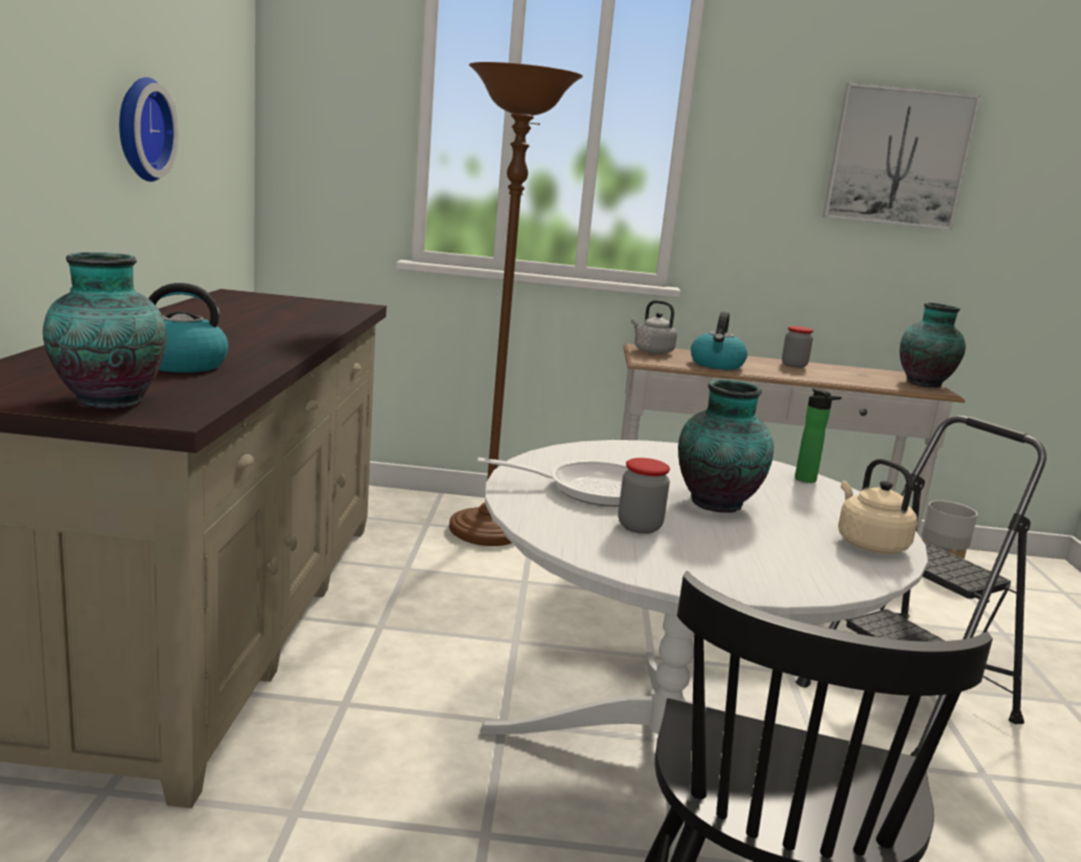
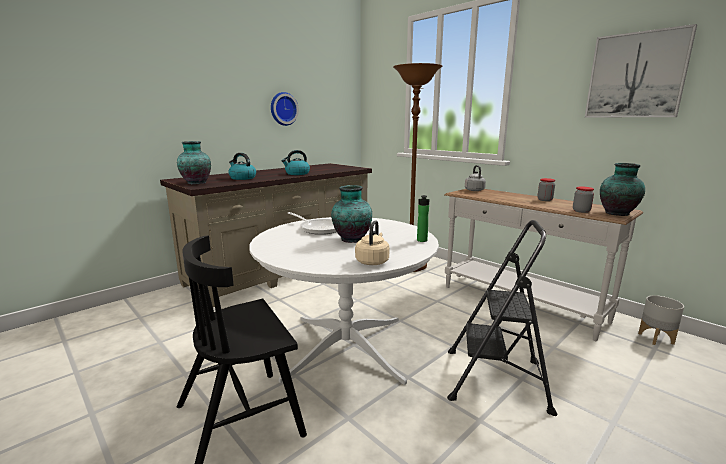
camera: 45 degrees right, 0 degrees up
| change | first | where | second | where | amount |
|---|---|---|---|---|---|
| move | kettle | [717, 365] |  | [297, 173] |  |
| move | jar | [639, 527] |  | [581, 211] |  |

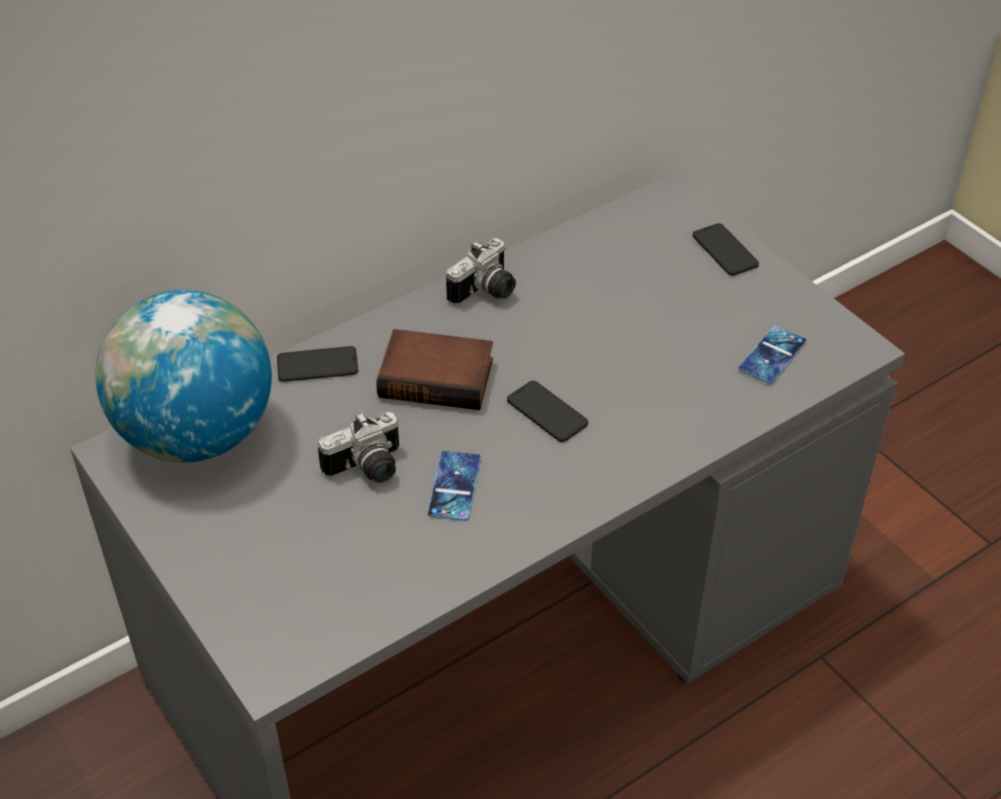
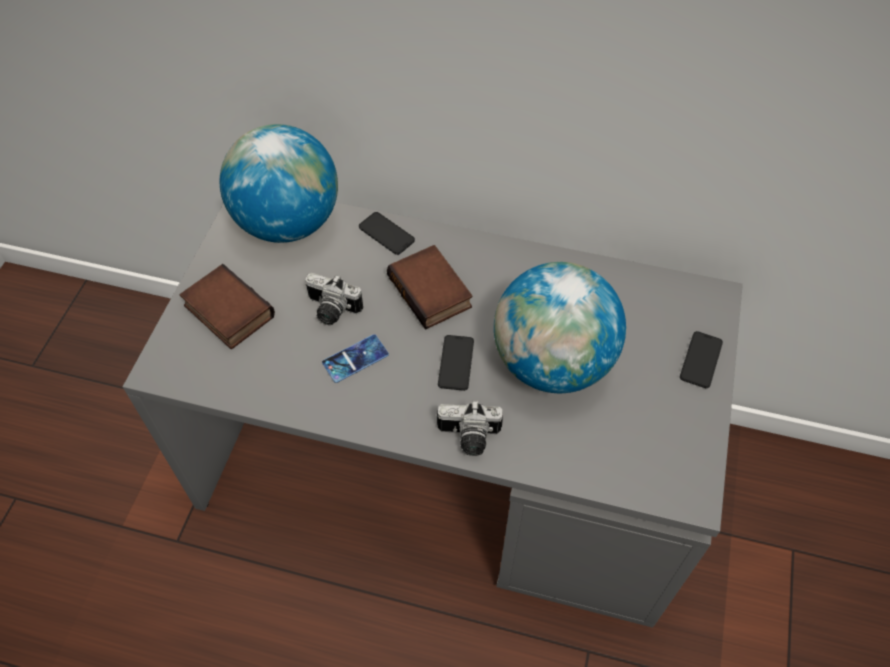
camera: 50 degrees right, 10 degrees up
| change | first | where | second | where | amount |
|---|---|---|---|---|---|
| move | photo camera | [486, 292] |  | [468, 438] |  |
| delete | phone | [772, 355] |  |  |  |
| insert |  |  | globe | [552, 363] |  |
| insert |  |  | book | [226, 312] |  |

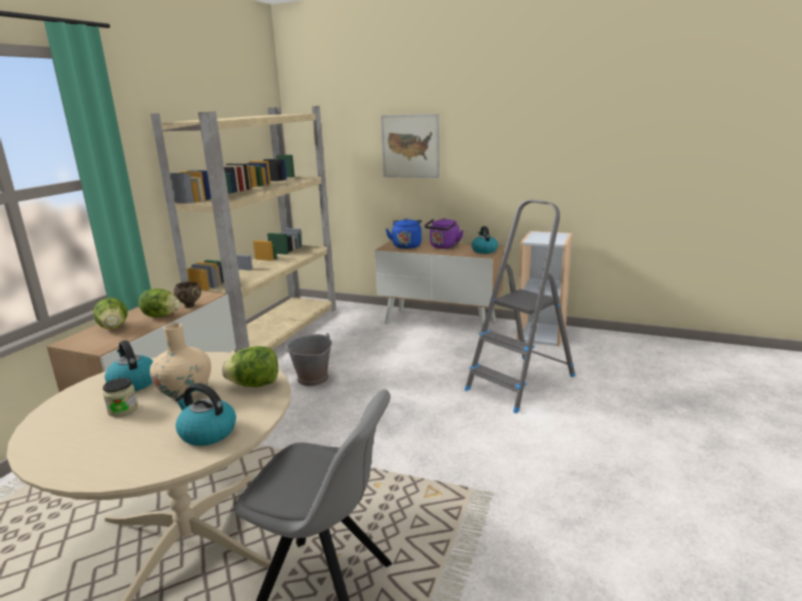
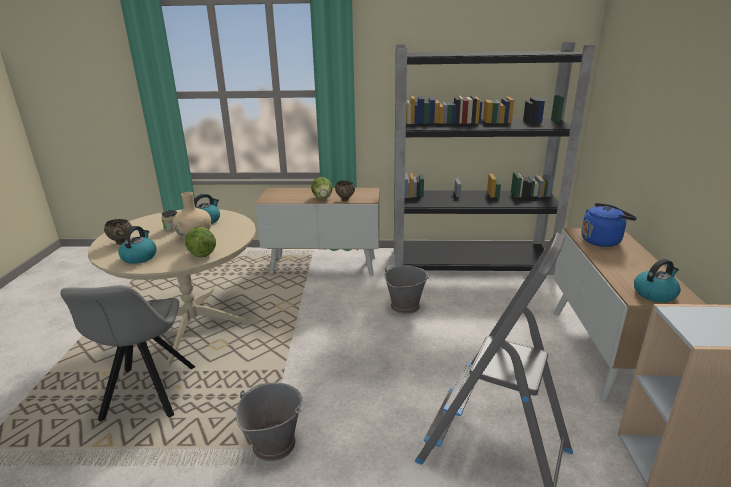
camera: 70 degrees right, 5 degrees up
| change | first | where | second | where | amount |
|---|---|---|---|---|---|
| recolor | beige bookcase | [273, 333] | black bookcase | [470, 262] |  |
| delete | picture | [410, 146] |  |  |  |
| delete | purple kettle | [443, 247] |  |  |  |
| delete | lettuce | [114, 327] |  |  |  |
| insert |  |  | brown bowl | [122, 243] |  |
| insert |  |  | grey bucket | [273, 443] |  |

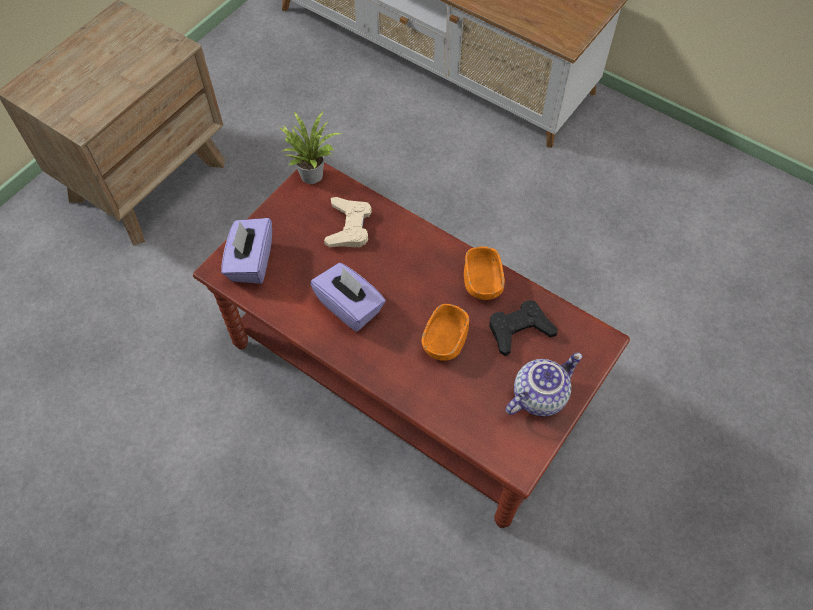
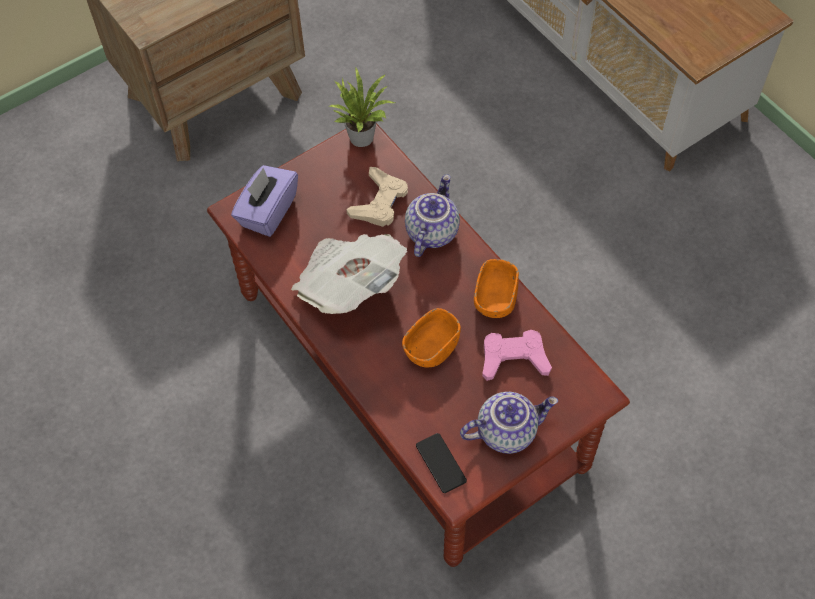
camera: 20 degrees right, 0 degrees up
| change | first | where | second | where | amount |
|---|---|---|---|---|---|
| replace | purple tissue box | [350, 306] | newspaper | [349, 285] |  |
| recolor | black game controller | [519, 330] | pink game controller | [513, 358] |  |
| insert |  |  | teapot | [430, 231] |  |
| insert |  |  | phone | [441, 463] |  |

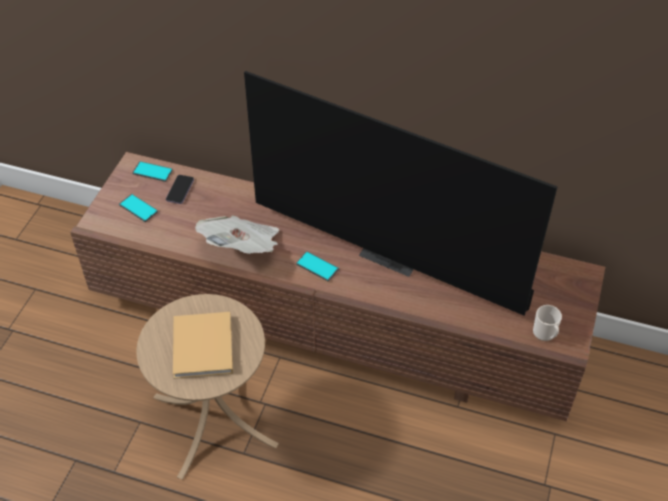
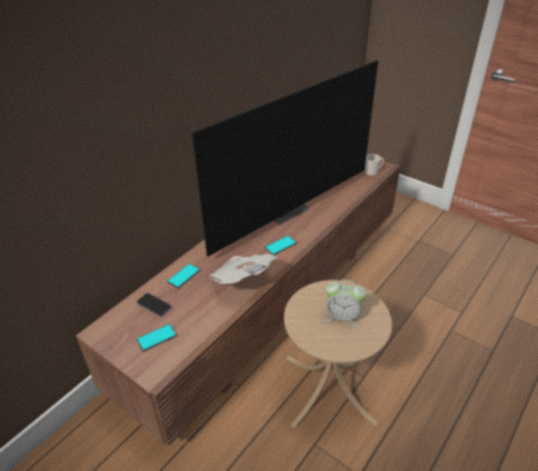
camera: 70 degrees left, 10 degrees down
| change | first | where | second | where | amount |
|---|---|---|---|---|---|
| move | phone | [152, 172] |  | [183, 276] |  |
| replace | beige book | [203, 349] | alarm clock | [342, 316] |  |

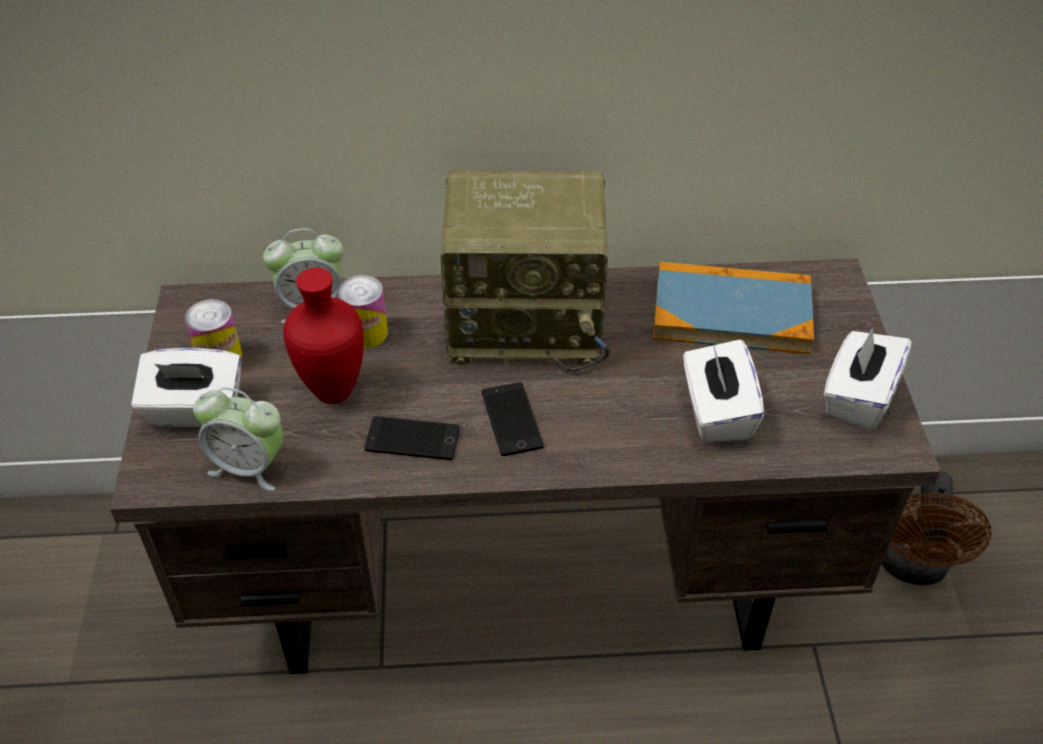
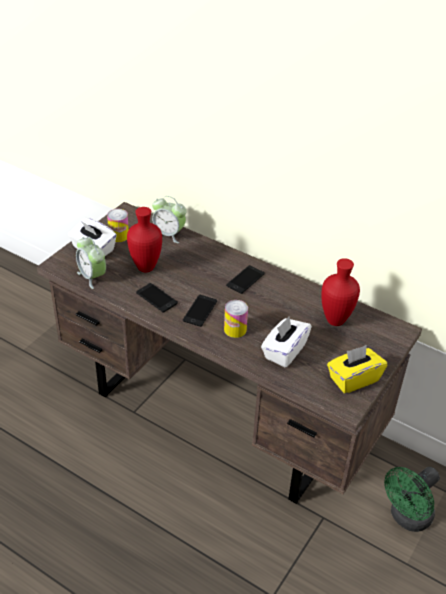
camera: 35 degrees right, 5 degrees down
| change | first | where | second | where | amount |
|---|---|---|---|---|---|
| replace | radio | [528, 320] | phone | [245, 280] |  |
| replace | book | [731, 313] | red vase | [335, 320] |  |
| move | can | [366, 333] |  | [235, 329] |  |
| recolor | white tissue box | [858, 397] | yellow tissue box | [353, 379] |  |
| recolor | brown fan | [913, 567] | green fan | [407, 518] |  |

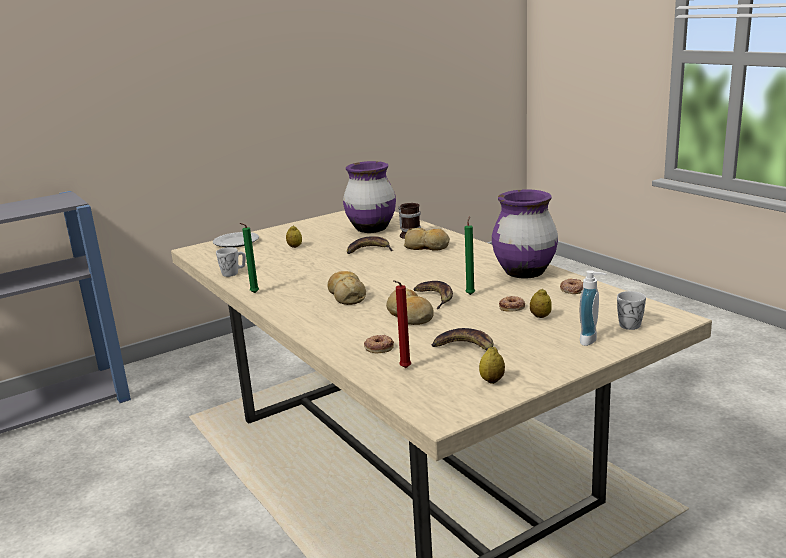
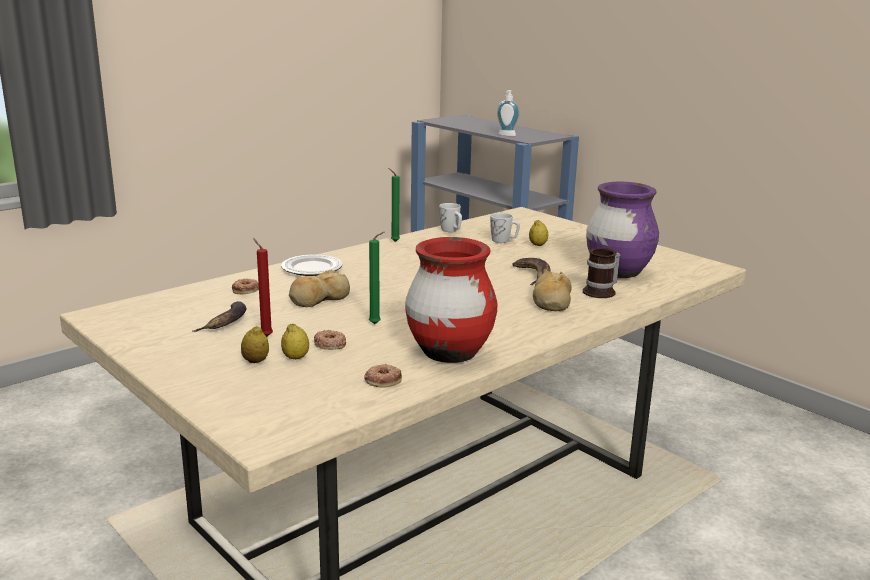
camera: 80 degrees right, 0 degrees up
| change | first | where | second | where | amount |
|---|---|---|---|---|---|
| recolor | purple vase | [524, 273] | red vase | [449, 353] |  |
| move | plate | [235, 242] |  | [311, 268] |  |
| move | soap dispenser | [591, 340] |  | [506, 135] |  |
| delete | bread | [347, 295] |  |  |  |
| move | red candle | [404, 369] |  | [265, 336] |  |
| delete | banana | [435, 298] |  |  |  |
| move | white mug | [630, 323] |  | [504, 241] |  |
| move | lemon | [492, 380] |  | [255, 361] |  |

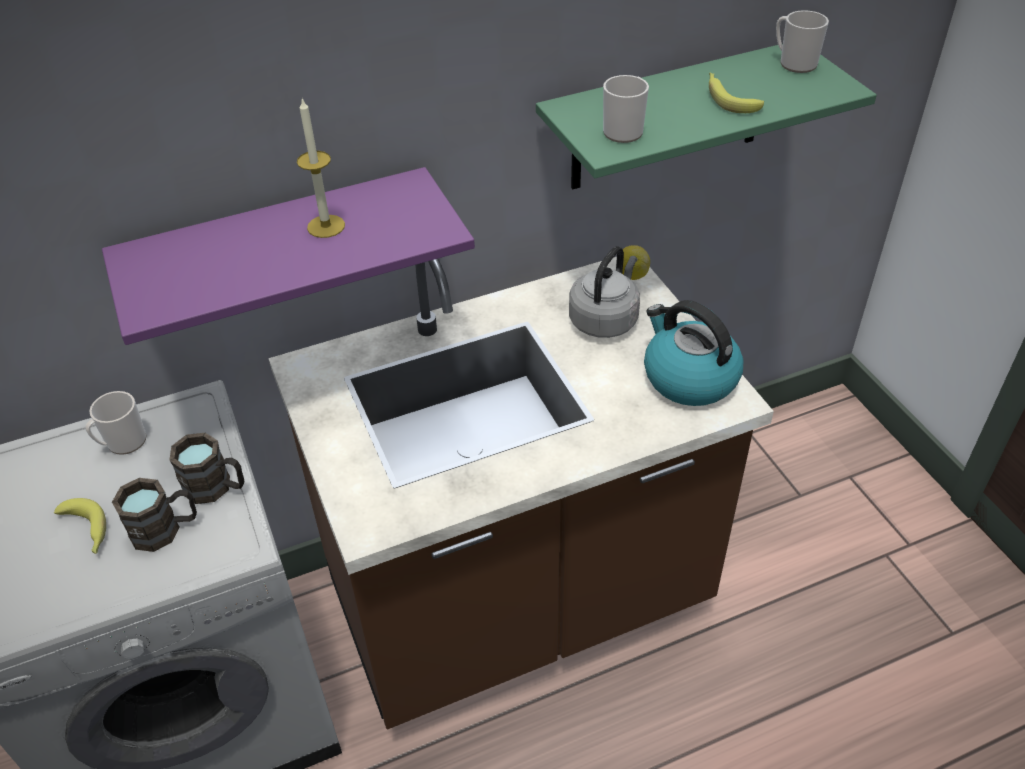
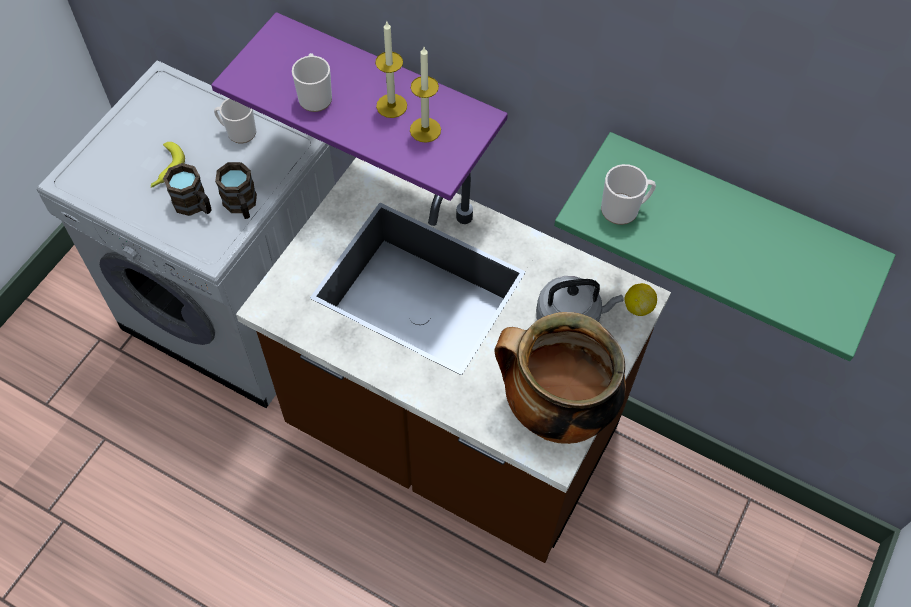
camera: 50 degrees right, 15 degrees up
| change | first | where | second | where | amount |
|---|---|---|---|---|---|
| move | mug | [794, 63] |  | [315, 96] |  |
| delete | banana | [728, 98] |  |  |  |
| replace | kettle | [688, 377] | cooking pot | [554, 410] |  |
| insert |  |  | candle | [425, 130] |  |

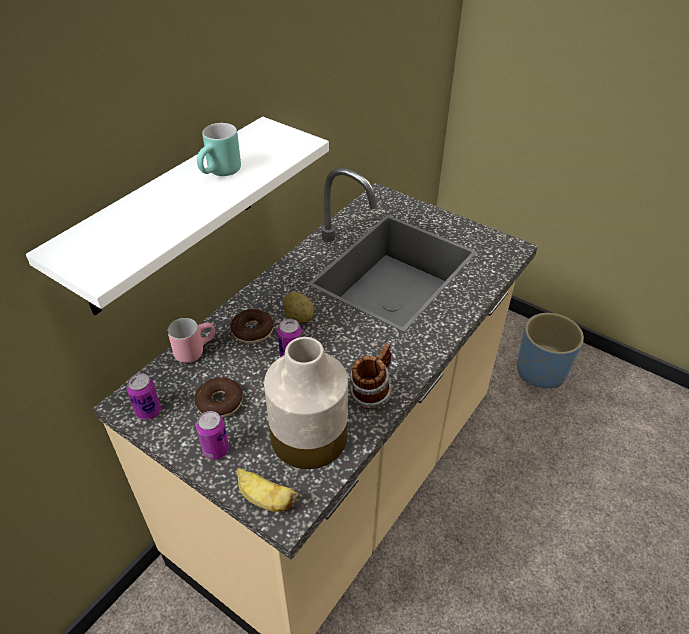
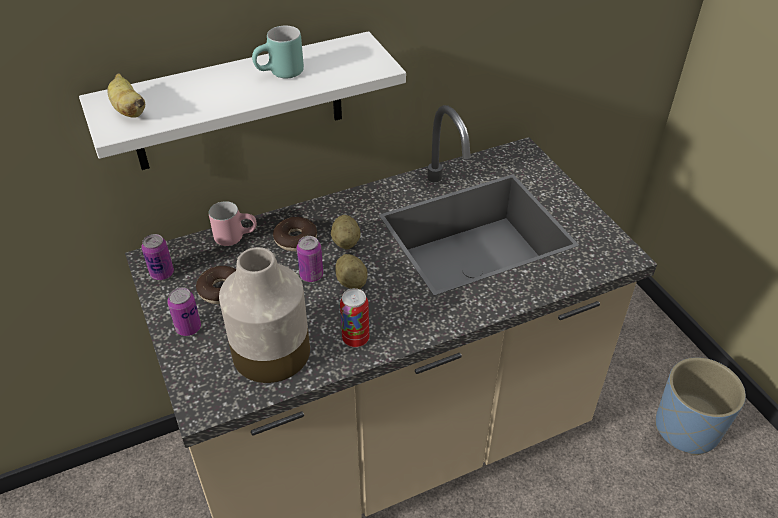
camera: 30 degrees right, 0 degrees up
| change | first | where | second | where | amount |
|---|---|---|---|---|---|
| replace | mug | [371, 393] | can | [355, 339] |  |
| move | banana | [265, 499] |  | [129, 110] |  |
| insert |  |  | potato | [351, 282] |  |

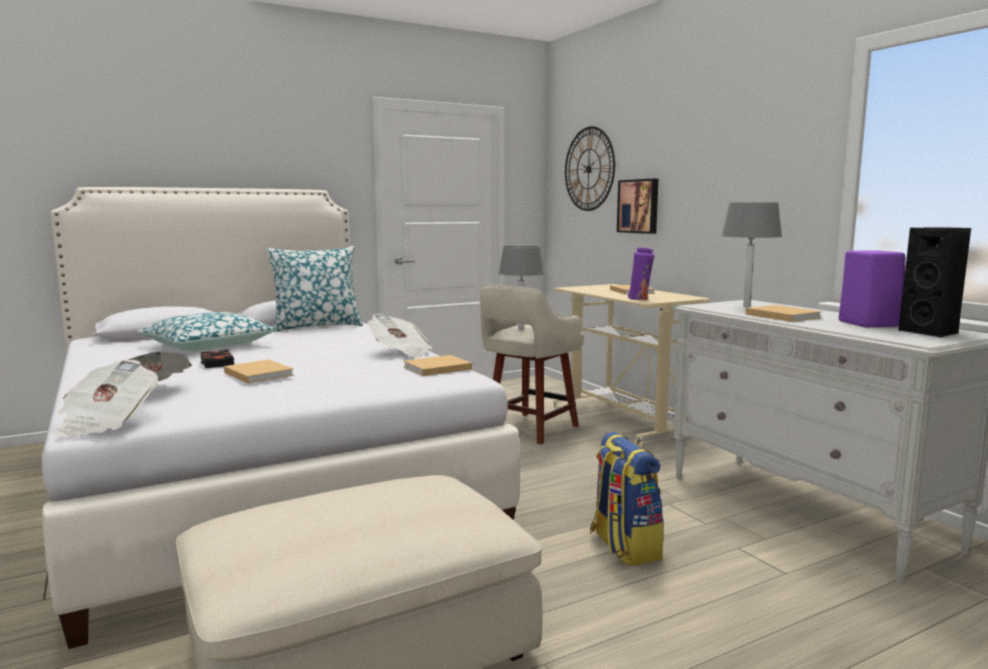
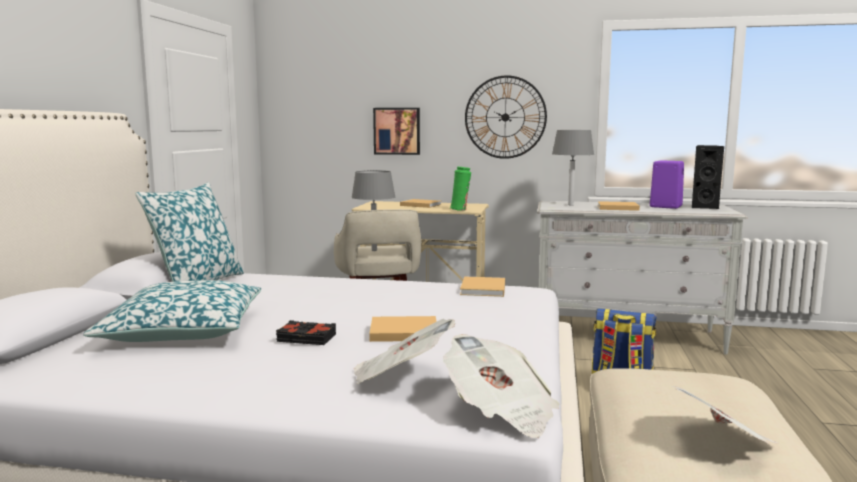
camera: 50 degrees left, 0 degrees up
| change | first | where | second | where | amount |
|---|---|---|---|---|---|
| move | wall clock | [589, 169] |  | [505, 117] |  |
| recolor | purple vase | [640, 299] | green vase | [460, 210] |  |
| move | newspaper | [400, 353] |  | [722, 440] |  |

